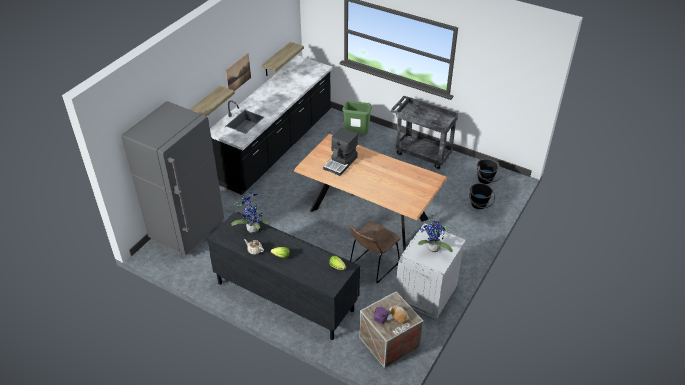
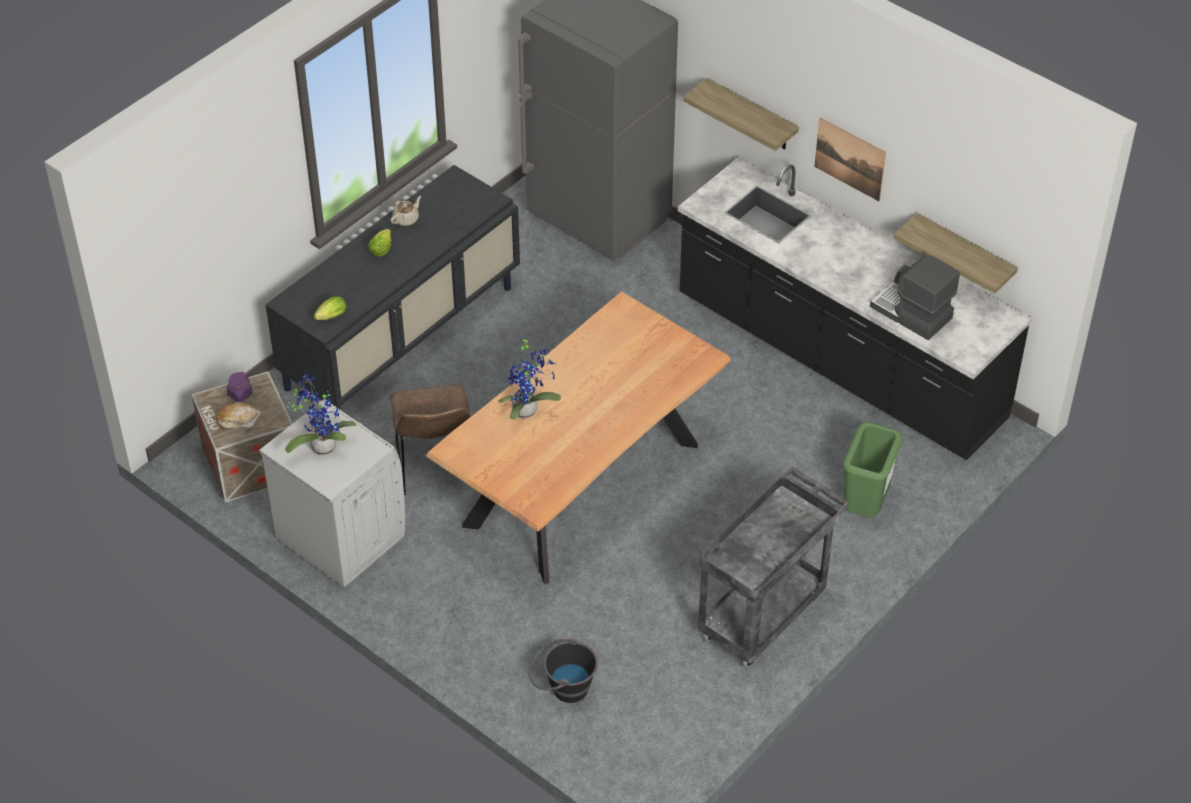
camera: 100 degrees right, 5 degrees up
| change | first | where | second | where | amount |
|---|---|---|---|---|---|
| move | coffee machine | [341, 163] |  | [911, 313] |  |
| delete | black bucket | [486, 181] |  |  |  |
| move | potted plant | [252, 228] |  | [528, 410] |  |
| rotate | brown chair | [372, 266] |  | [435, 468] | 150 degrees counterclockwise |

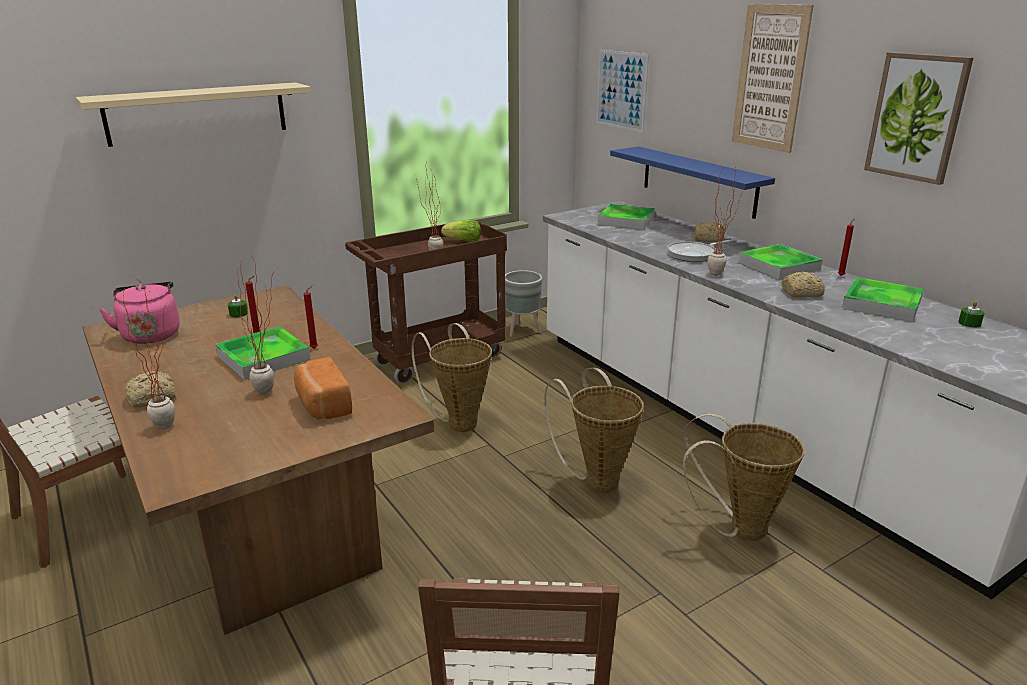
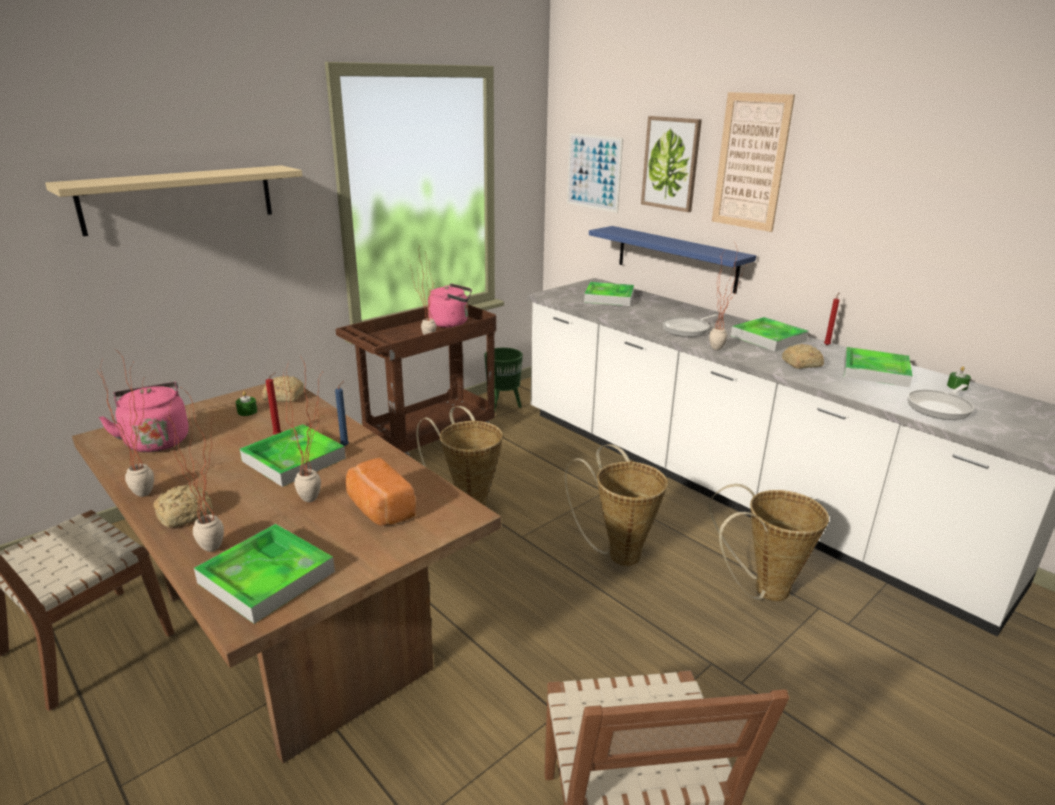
camera: 10 degrees left, 0 degrees up
| change | first | where | second | where | amount |
|---|---|---|---|---|---|
| move | picture | [916, 117] |  | [671, 163] |  |
| replace | lettuce | [463, 242] | pink kettle | [451, 323] |  |
| move | bread | [707, 239] |  | [283, 397] |  |
| recolor | grey planter | [522, 331] | green planter | [502, 406] |  |
| recolor | red candle | [315, 348] | blue candle | [346, 445] |  |
| insert |  |  | potted plant | [151, 490] |  |
| insert |  |  | frying pan | [940, 407] |  |
| insert |  |  | tray | [267, 577] |  |

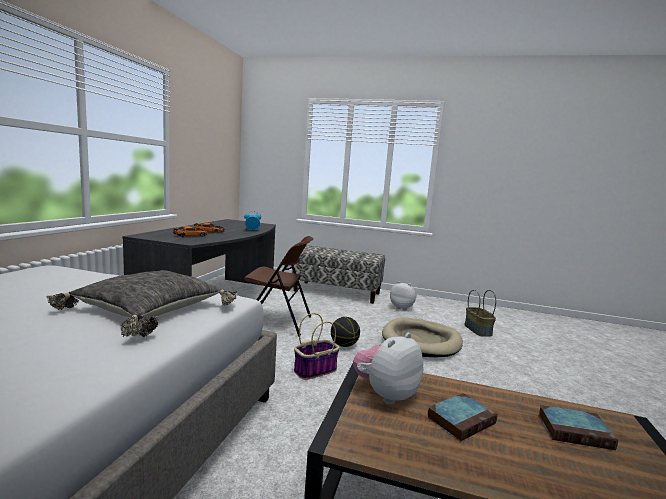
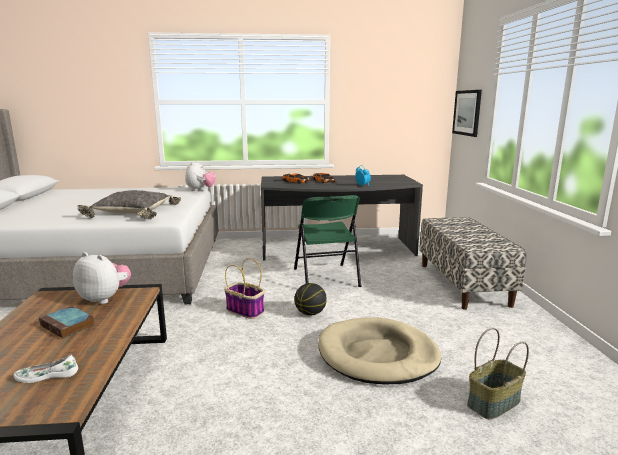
camera: 70 degrees right, 5 degrees up
| change | first | where | second | where | amount |
|---|---|---|---|---|---|
| recolor | brown chair | [276, 322] | green chair | [325, 277] |  |
| move | plush toy | [402, 308] |  | [200, 190] |  |
| replace | book | [575, 431] | white shoe | [47, 375] |  |
| insert |  |  | picture | [467, 112] |  |

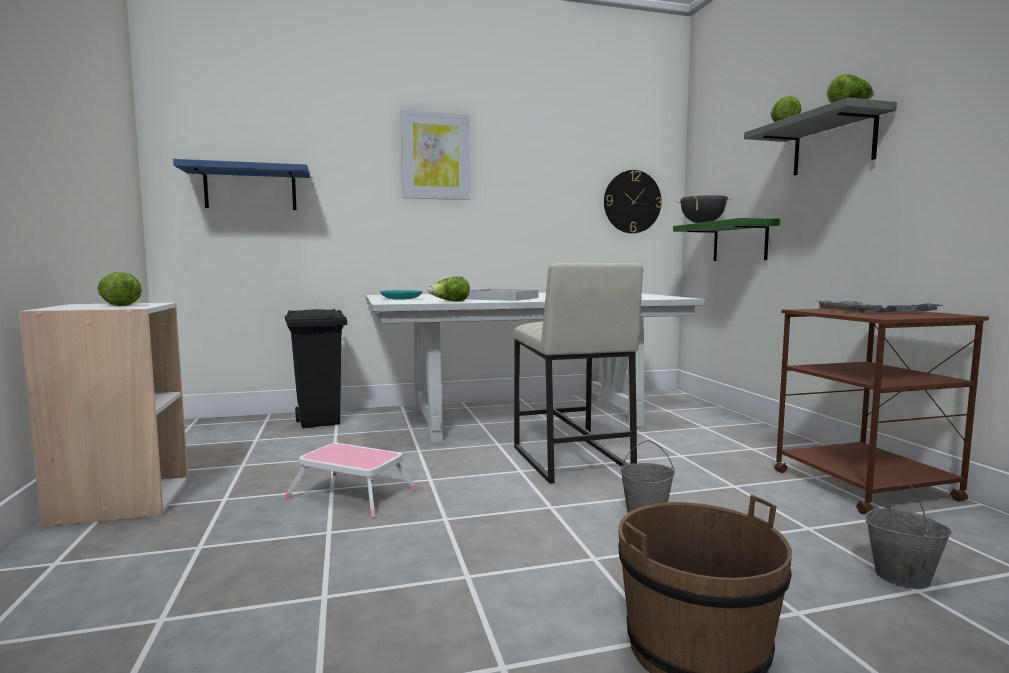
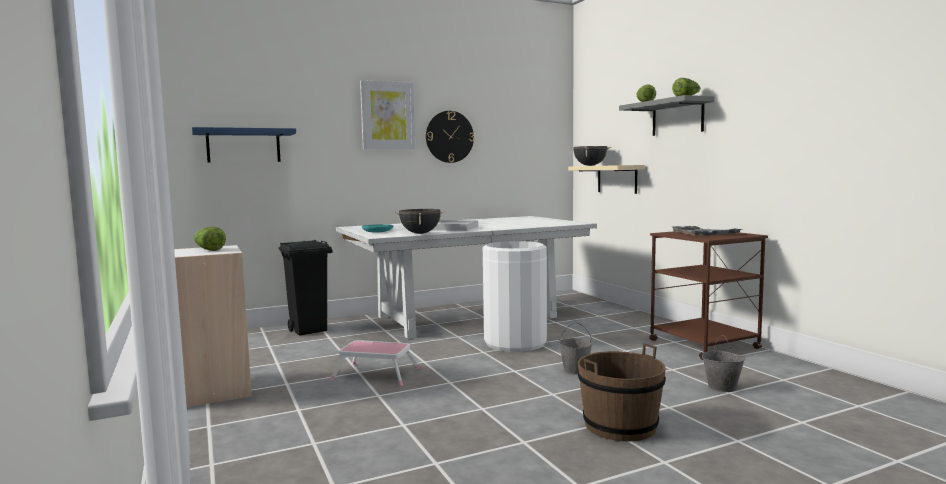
camera: 10 degrees left, 0 degrees up
| change | first | where | second | where | amount |
|---|---|---|---|---|---|
| move | wall clock | [632, 202] |  | [449, 136] |  |
| recolor | green shelf | [740, 241] | beige shelf | [617, 179] |  |
| replace | beige stool | [571, 460] | white trash can | [515, 343] |  |
| replace | lettuce | [450, 301] | black cooking pot | [420, 233] |  |

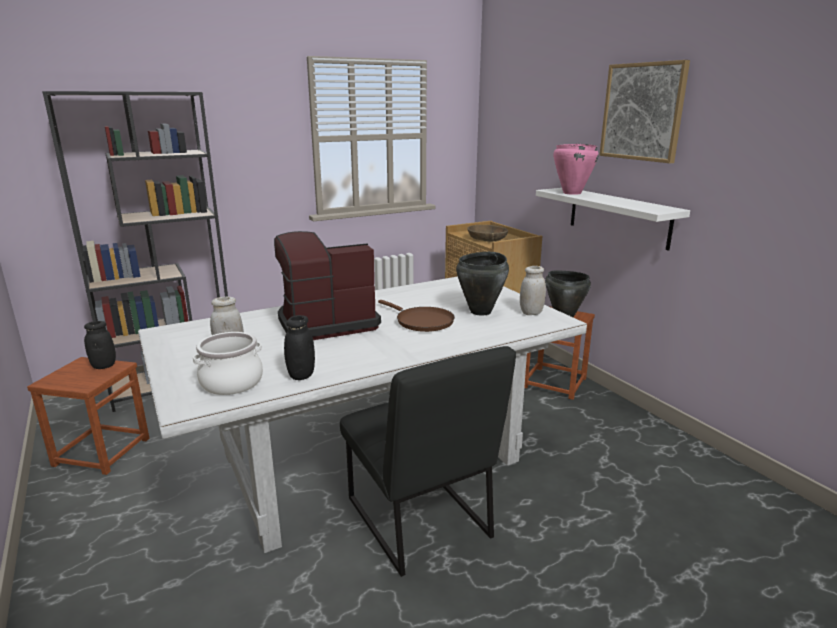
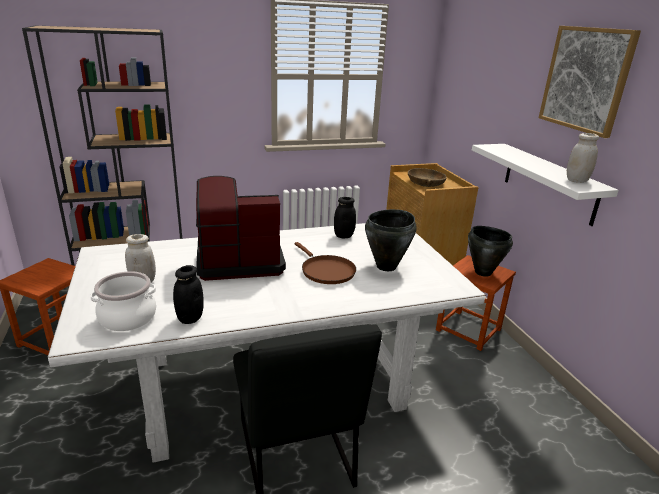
camera: 10 degrees right, 5 degrees up
| change | first | where | second | where | amount |
|---|---|---|---|---|---|
| delete | pink cooking pot | [571, 193] |  |  |  |
| move | white jar | [531, 313] |  | [577, 181] |  |
| move | black jar | [104, 366] |  | [343, 236] |  |

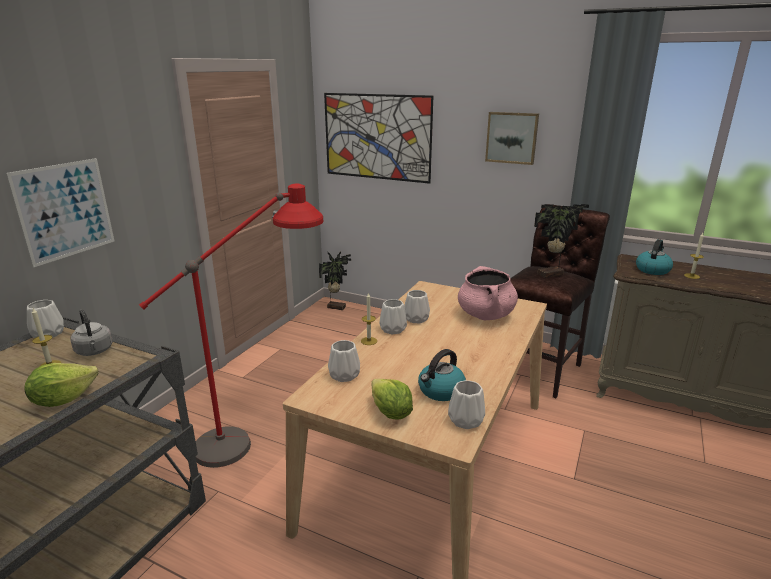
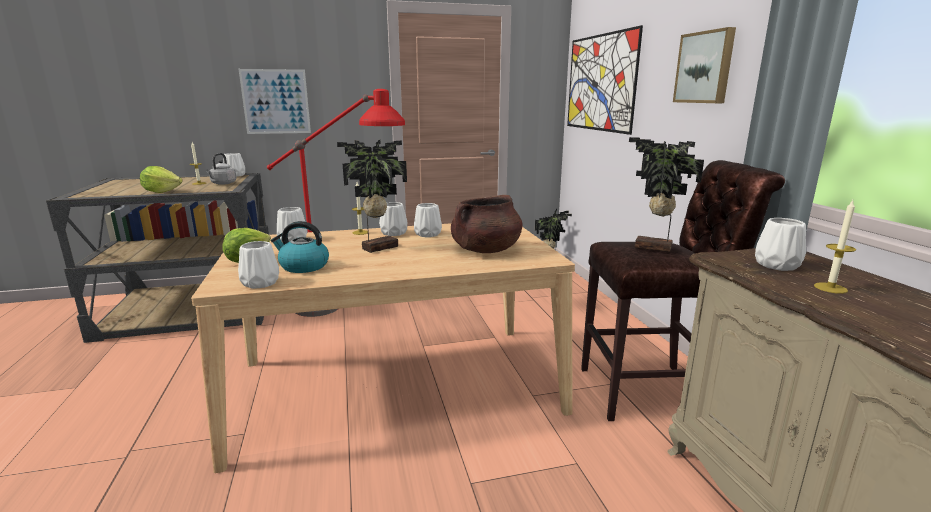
camera: 50 degrees right, 5 degrees down
| change | first | where | second | where | amount |
|---|---|---|---|---|---|
| replace | kettle | [652, 270] | white vase | [775, 265] |  |
| recolor | pink cooking pot | [486, 315] | brown cooking pot | [485, 250] |  |
| insert |  |  | potted plant | [378, 247] |  |

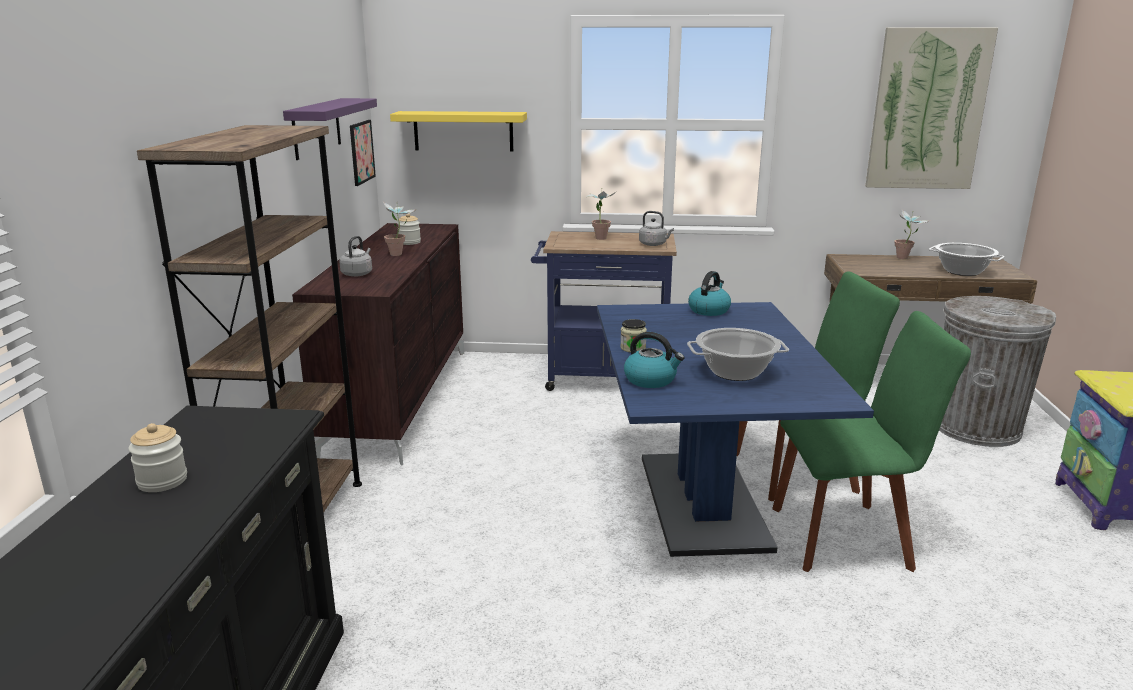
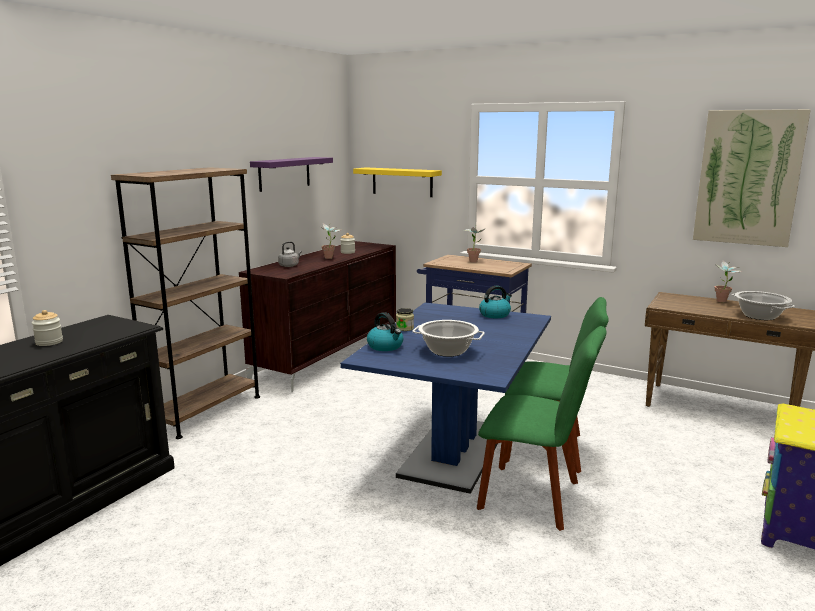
camera: 25 degrees right, 5 degrees down
| change | first | where | second | where | amount |
|---|---|---|---|---|---|
| delete | picture | [361, 152] |  |  |  |
| delete | grey kettle | [654, 244] |  |  |  |
| delete | grey trash can | [975, 427] |  |  |  |

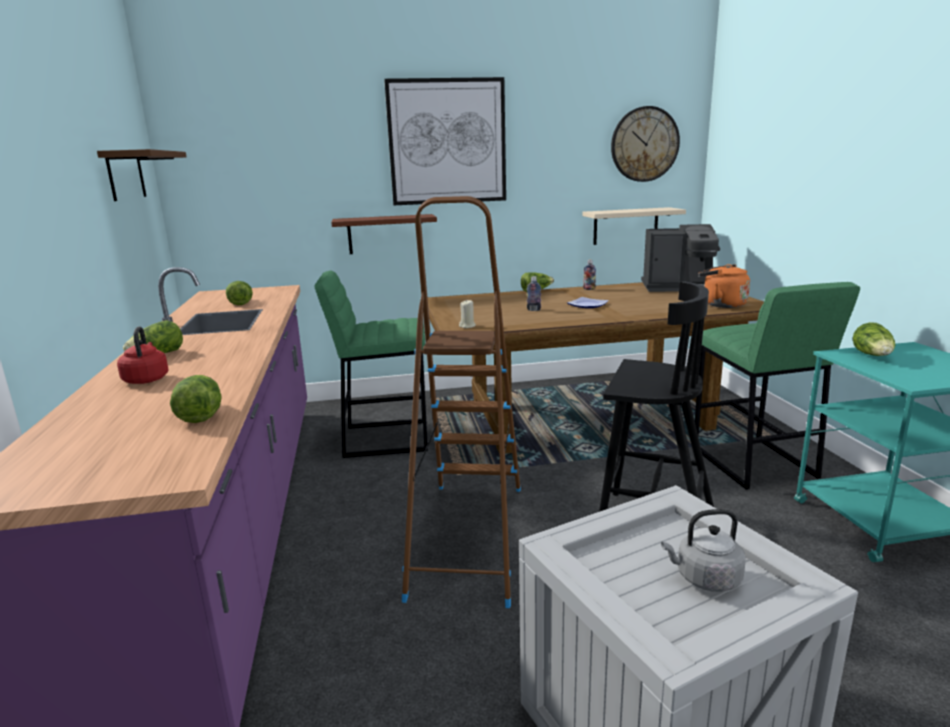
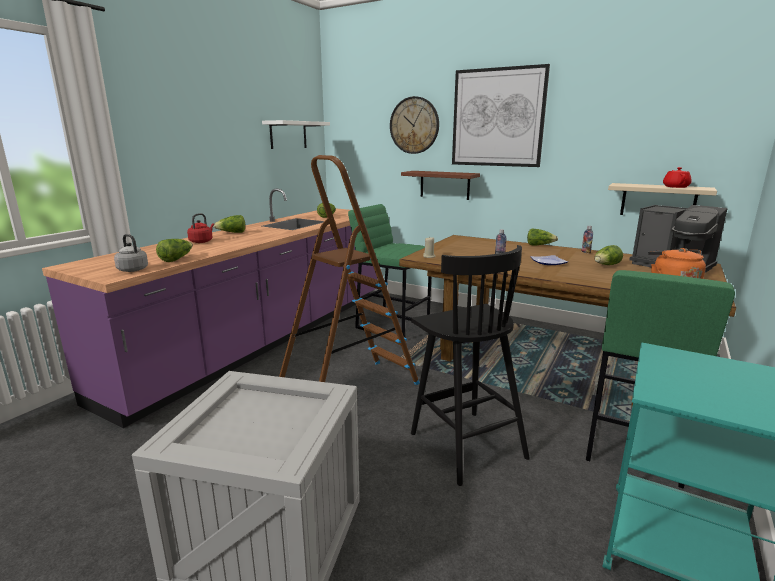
camera: 40 degrees right, 0 degrees up
| change | first | where | second | where | amount |
|---|---|---|---|---|---|
| move | wall clock | [644, 144] |  | [414, 125] |  |
| recolor | brown shelf | [126, 175] | white shelf | [288, 135] |  |
| move | lettuce | [873, 356] |  | [606, 265] |  |
| move | grey kettle | [704, 578] |  | [132, 269] |  |
| insert |  |  | red teapot | [675, 187] |  |

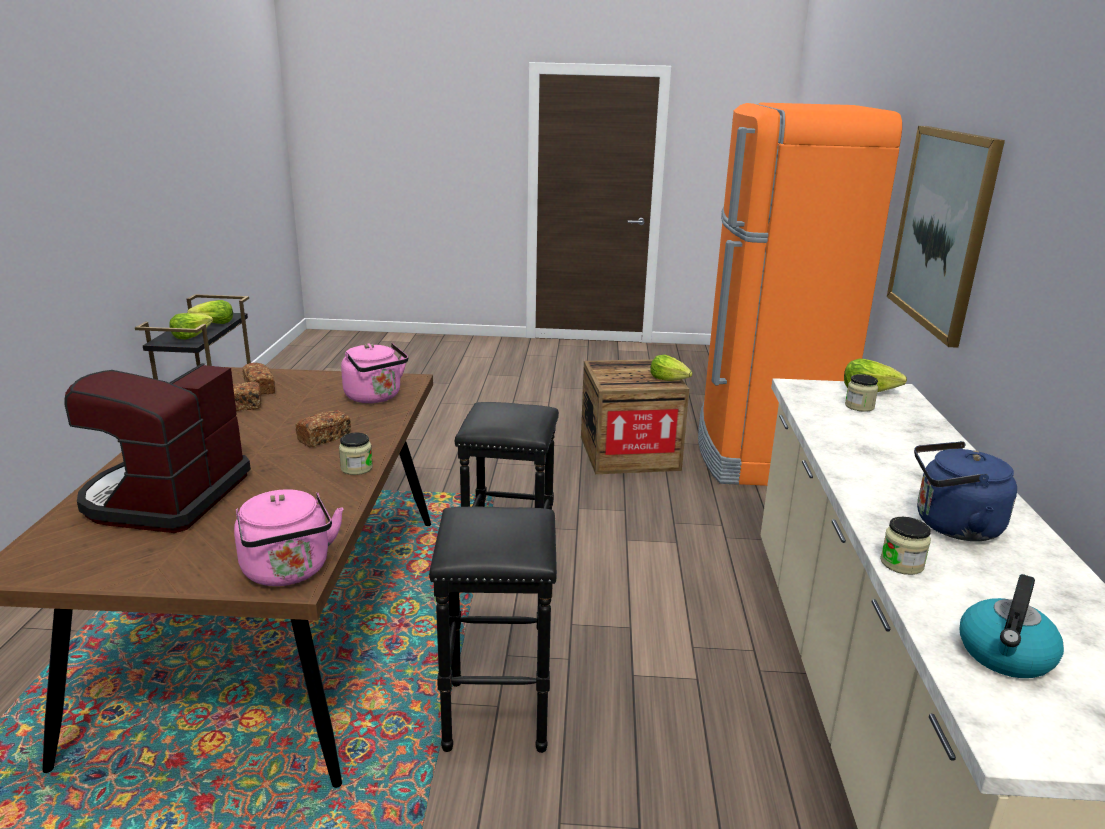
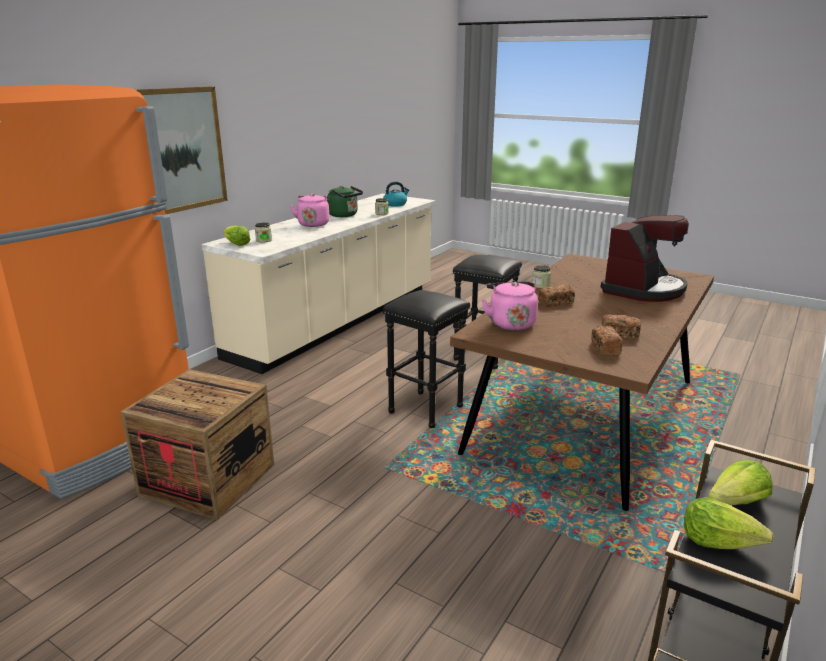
camera: 150 degrees left, 0 degrees up
| change | first | where | second | where | amount |
|---|---|---|---|---|---|
| delete | lettuce | [669, 380] |  |  |  |
| recolor | blue kettle | [951, 526] | green kettle | [344, 215] |  |
| move | pink kettle | [288, 572] |  | [313, 224] |  |

